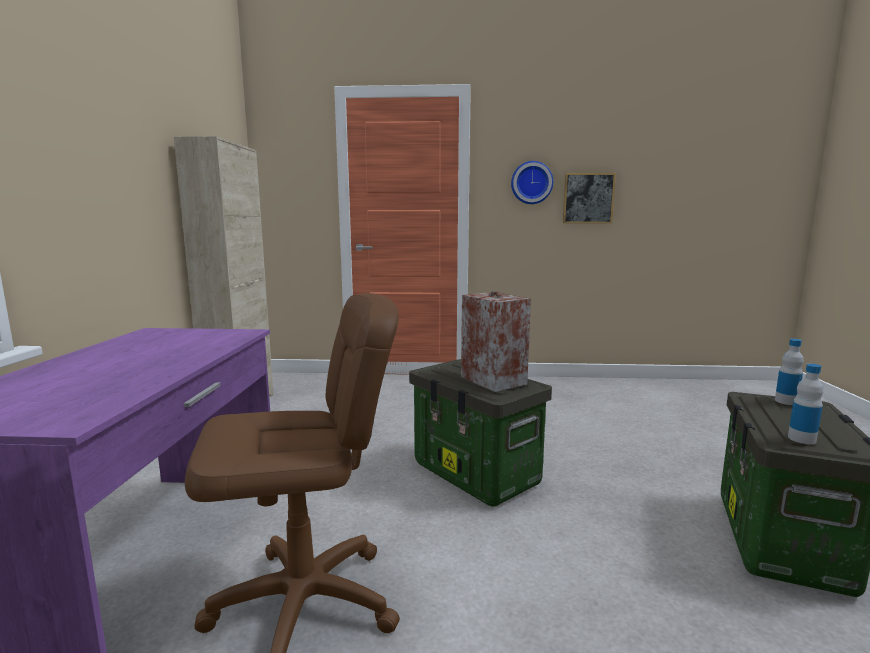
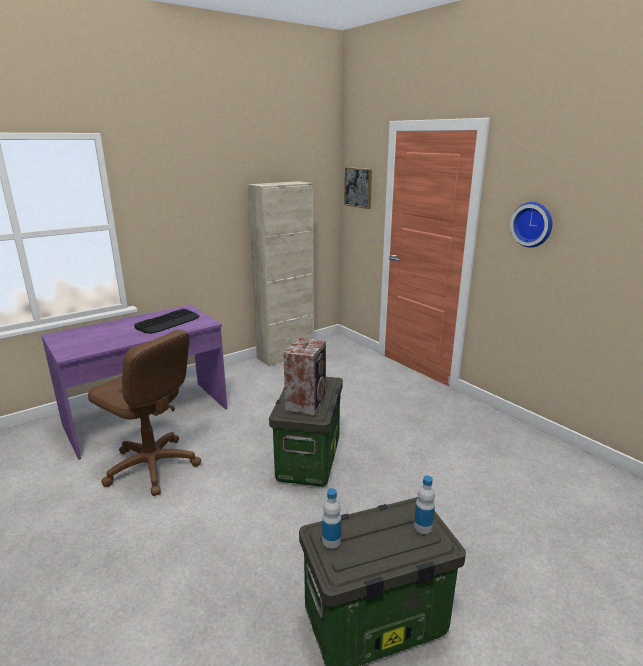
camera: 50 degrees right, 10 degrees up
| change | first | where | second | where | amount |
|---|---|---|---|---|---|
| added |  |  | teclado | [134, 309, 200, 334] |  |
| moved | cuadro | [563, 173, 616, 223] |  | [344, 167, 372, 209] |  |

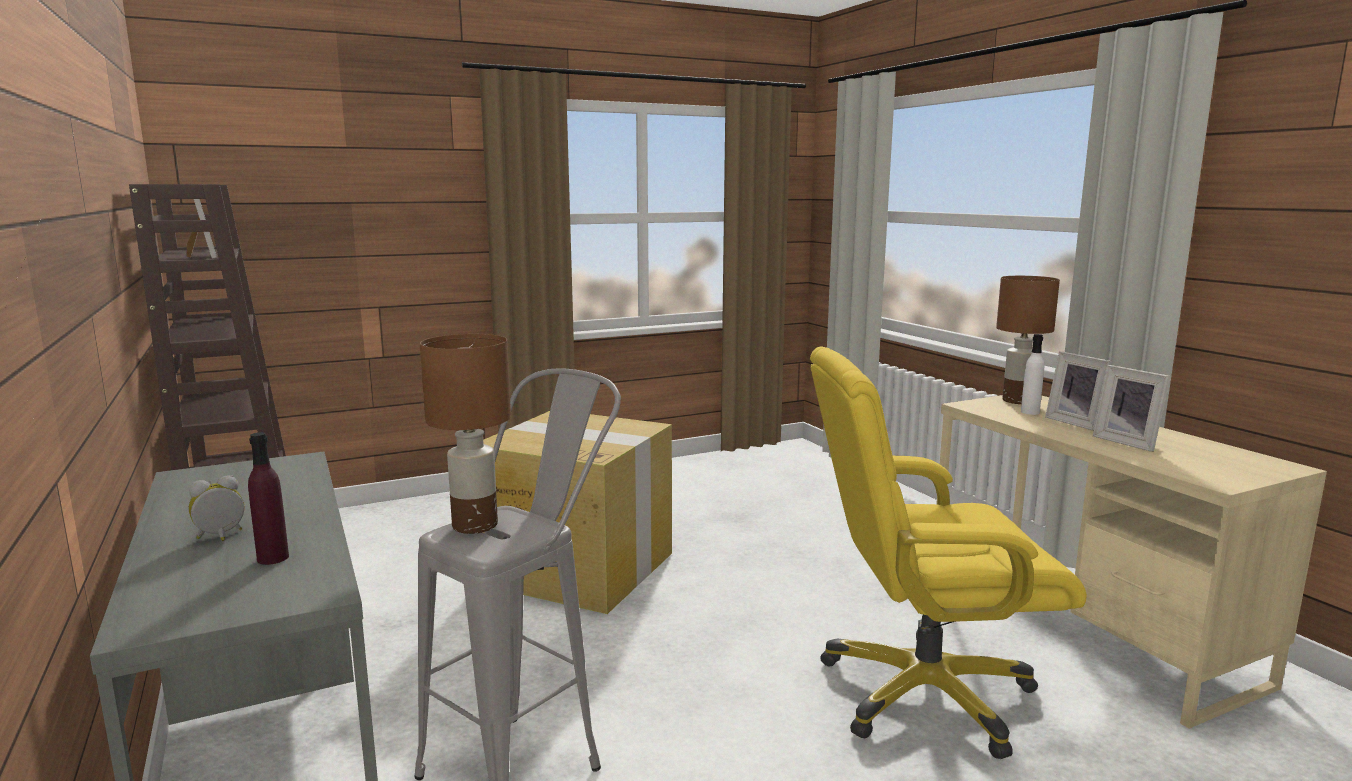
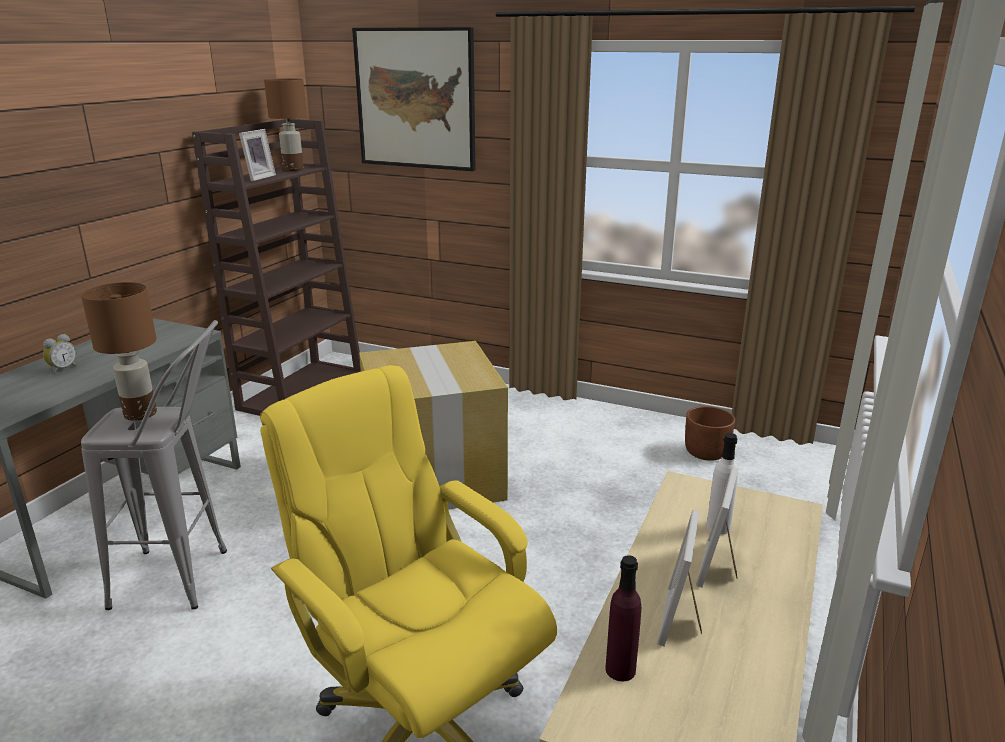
camera: 50 degrees right, 10 degrees up
| change | first | where | second | where | amount |
|---|---|---|---|---|---|
| turned | despertador | [189, 475, 244, 541] |  | [43, 334, 77, 374] | 105 degrees clockwise |
| moved | lámpara de mesa/marrón | [996, 276, 1060, 404] |  | [264, 78, 307, 171] |  |
| added |  |  | cuadro | [352, 27, 476, 171] |  |
| moved | botella/morado | [248, 432, 289, 565] |  | [605, 555, 641, 681] |  |
| added |  |  | maceta/marrón | [685, 406, 735, 461] |  |

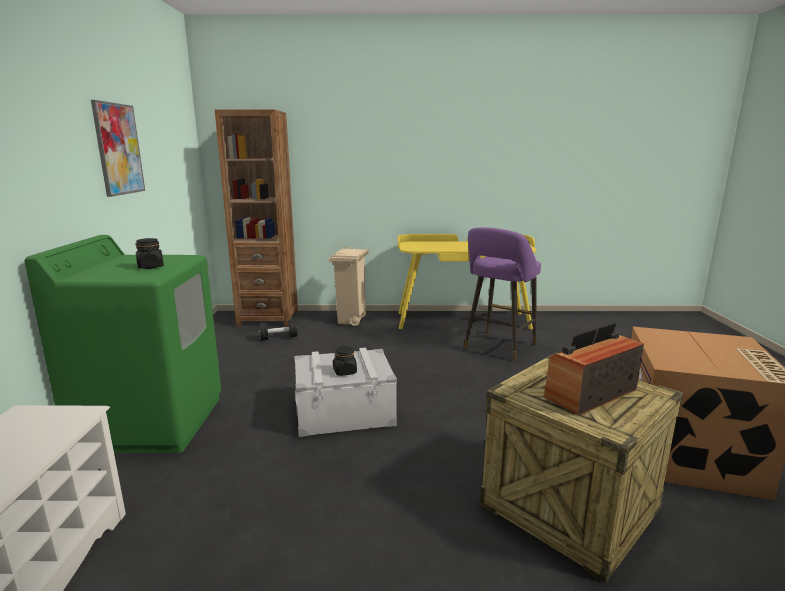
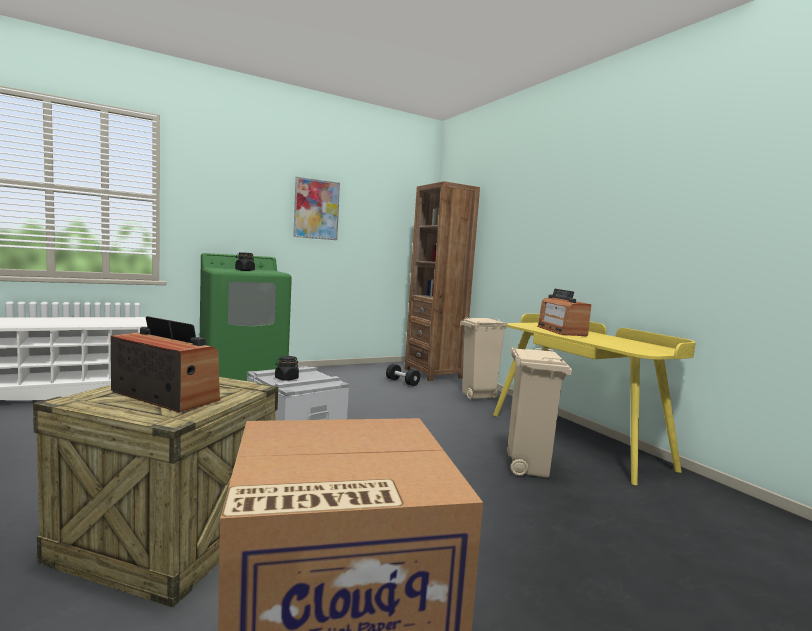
camera: 60 degrees right, 10 degrees down
| change | first | where | second | where | amount |
|---|---|---|---|---|---|
| replaced | taburete/morado | [464, 227, 541, 361] | papelera/beis | [507, 346, 572, 478] |  |
| added |  |  | radio | [537, 289, 592, 336] |  |

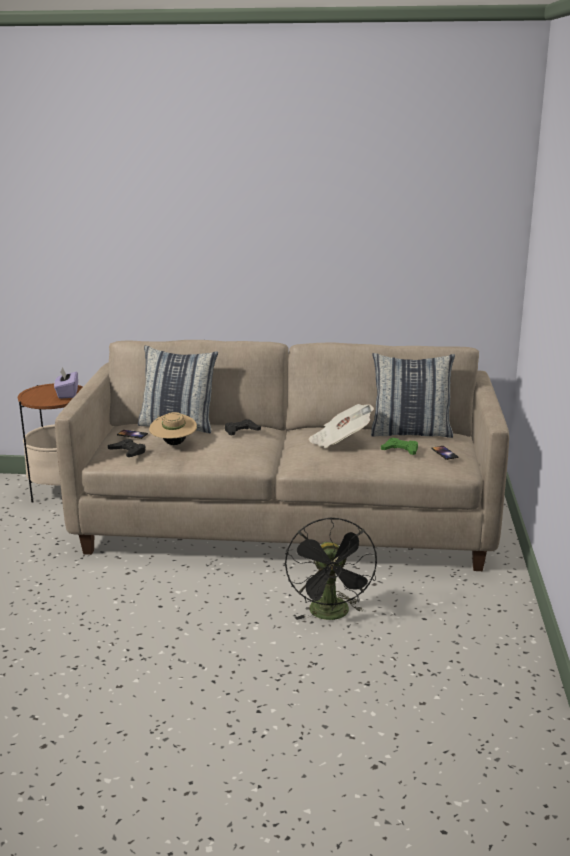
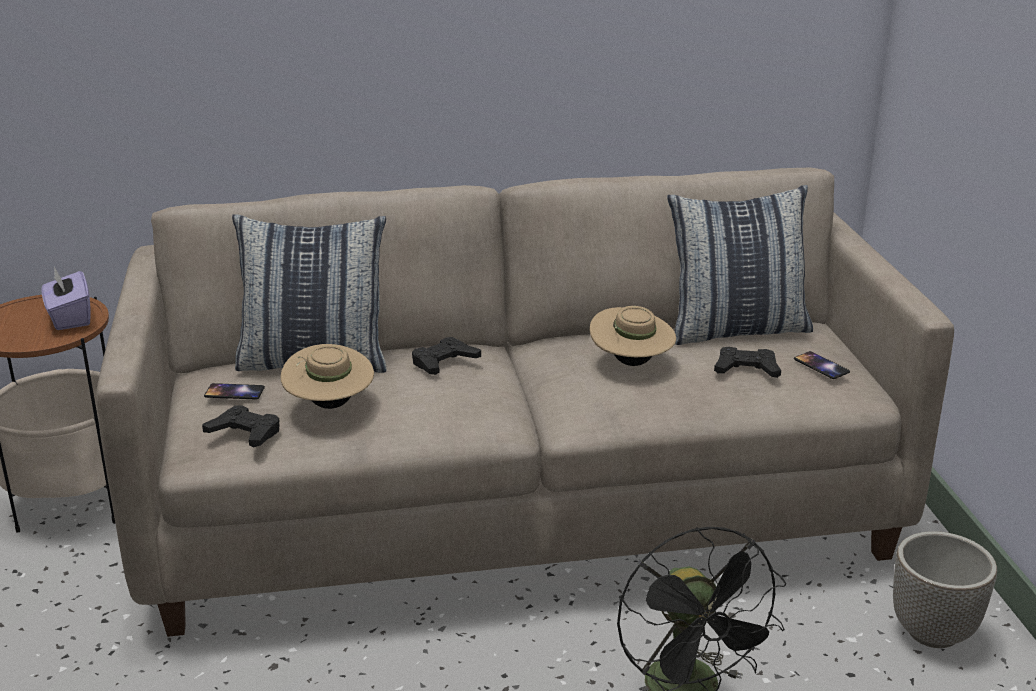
camera: 15 degrees left, 5 degrees up
| change | first | where | second | where | amount |
|---|---|---|---|---|---|
| replaced | periódico | [308, 404, 374, 448] | sombrero/beis | [590, 306, 676, 366] |  |
| recoloured | mando de consola/verde | [381, 438, 418, 455] | mando de consola/negro | [714, 347, 781, 378] |  |
| added |  |  | maceta | [893, 531, 997, 648] |  |

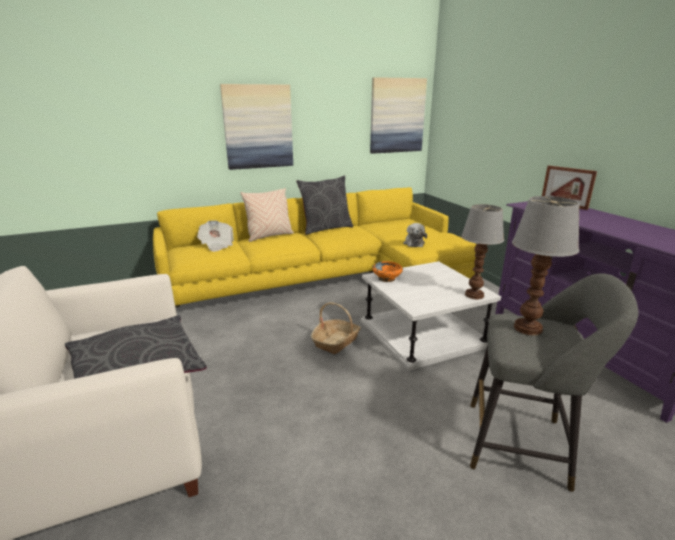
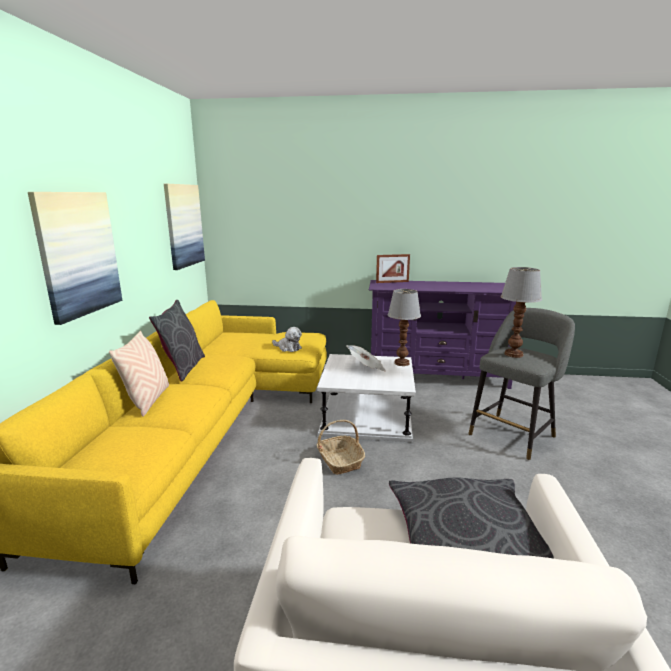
camera: 60 degrees left, 5 degrees down
| change | first | where | second | where | amount |
|---|---|---|---|---|---|
| moved | periódico | [197, 220, 234, 252] |  | [346, 345, 386, 372] |  |
| removed | cuenco/naranja | [372, 261, 403, 282] |  |  |  |

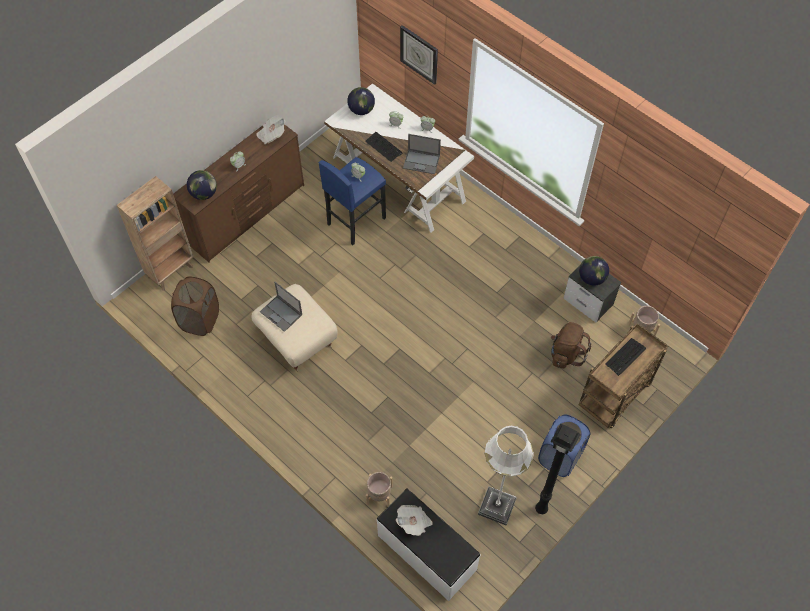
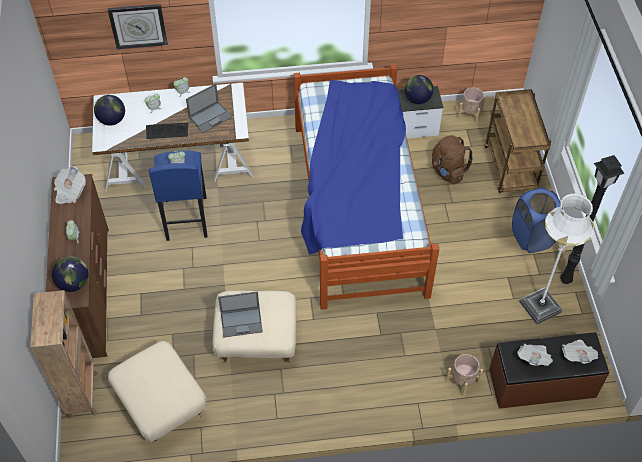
camera: 50 degrees left, 5 degrees down
| change | first | where | second | where | amount |
|---|---|---|---|---|---|
| replaced | cesto de la ropa/marrón | [171, 276, 219, 336] | puf/beis | [108, 341, 206, 444] |  |
| added |  |  | cama | [294, 64, 439, 310] |  |
| recoloured | banco/blanco | [377, 489, 481, 601] | banco/marrón | [489, 332, 609, 409] |  |
| added |  |  | periódico | [562, 340, 598, 364] |  |
| removed | teclado | [605, 338, 646, 376] |  |  |  |

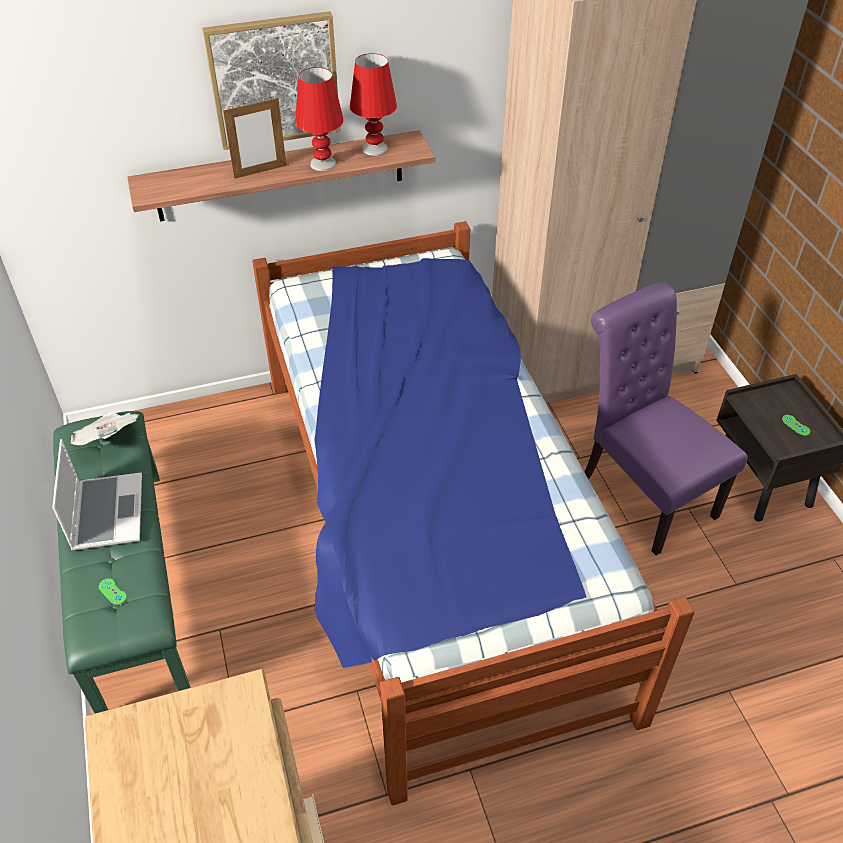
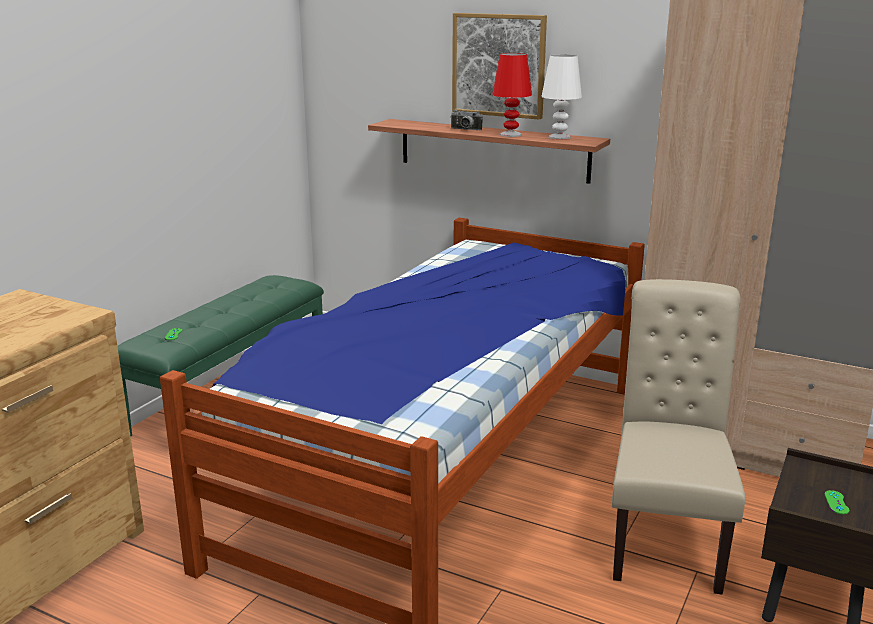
camera: 45 degrees right, 25 degrees down
| change | first | where | second | where | amount |
|---|---|---|---|---|---|
| replaced | portarretratos | [223, 98, 286, 179] | cámara | [450, 110, 483, 130] |  |
| recoloured | lámpara de mesa/rojo | [350, 53, 397, 156] | lámpara de mesa/blanco | [542, 54, 582, 139] |  |
| recoloured | silla/morado | [585, 282, 748, 555] | silla/beis | [612, 279, 745, 595] |  |
| removed | portátil | [52, 439, 142, 551] |  |  |  |
| removed | periódico | [70, 412, 139, 445] |  |  |  |

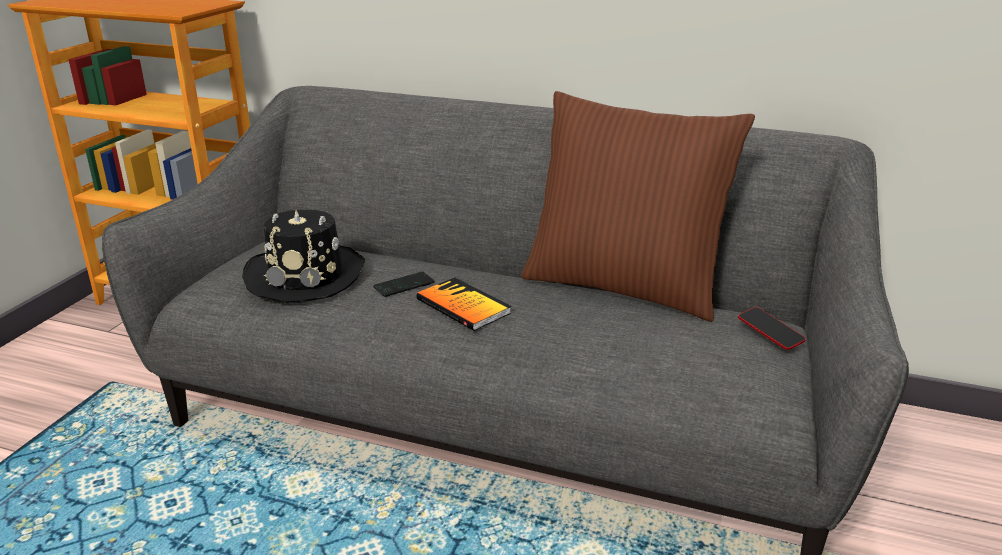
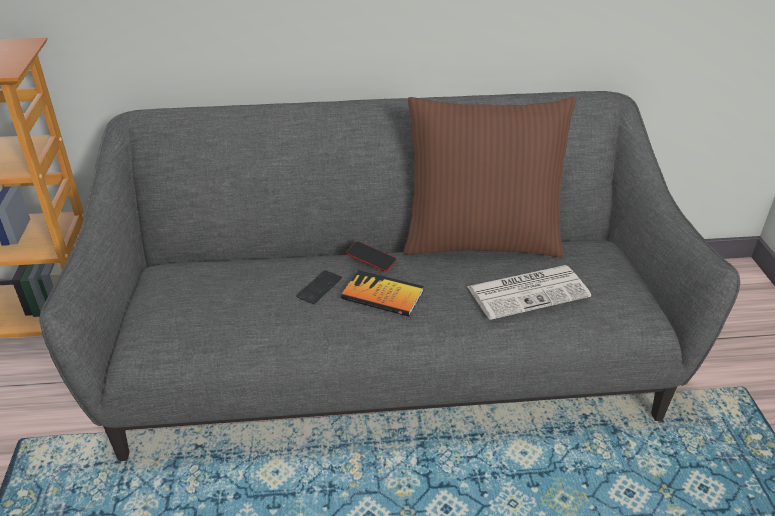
camera: 25 degrees left, 10 degrees up
| change | first | where | second | where | amount |
|---|---|---|---|---|---|
| moved | móvil | [738, 307, 806, 350] |  | [346, 241, 396, 272] |  |
| added |  |  | periódico | [467, 265, 591, 320] |  |
| removed | sombrero/negro | [242, 210, 365, 303] |  |  |  |

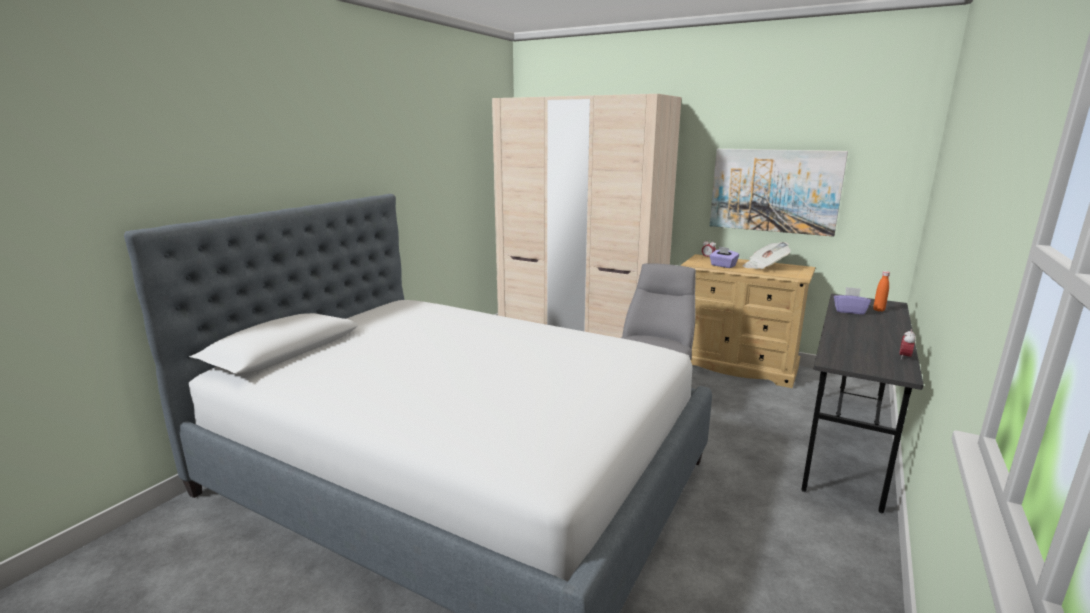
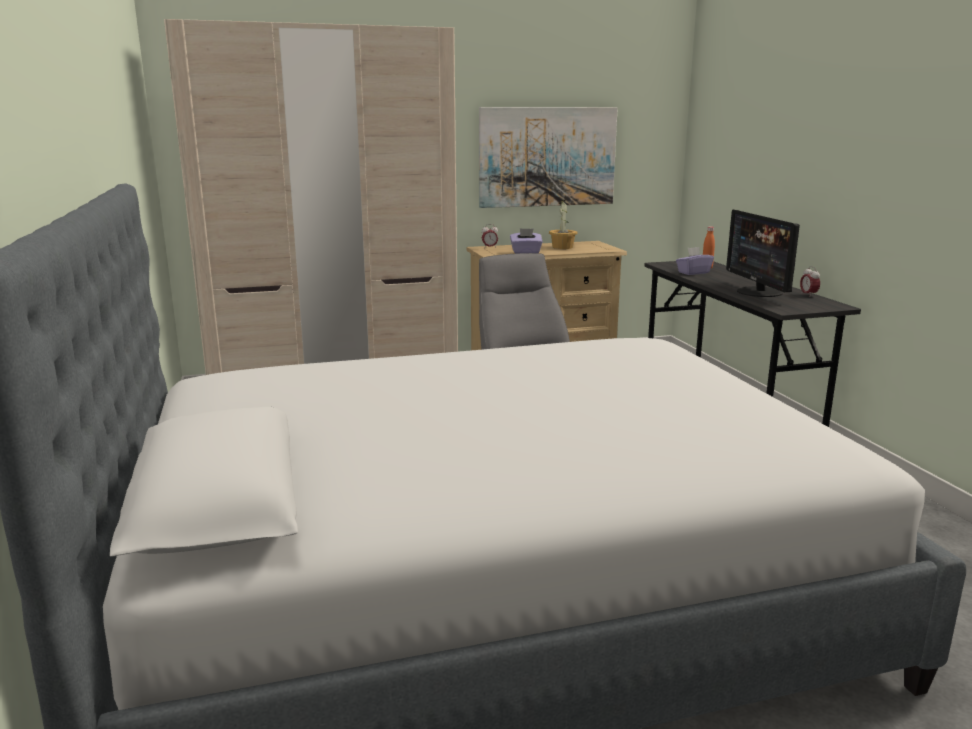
camera: 45 degrees left, 0 degrees up
| change | first | where | second | where | amount |
|---|---|---|---|---|---|
| replaced | periódico | [742, 242, 791, 269] | planta en maceta | [549, 200, 578, 249] |  |
| added |  |  | monitor | [726, 210, 800, 297] |  |

